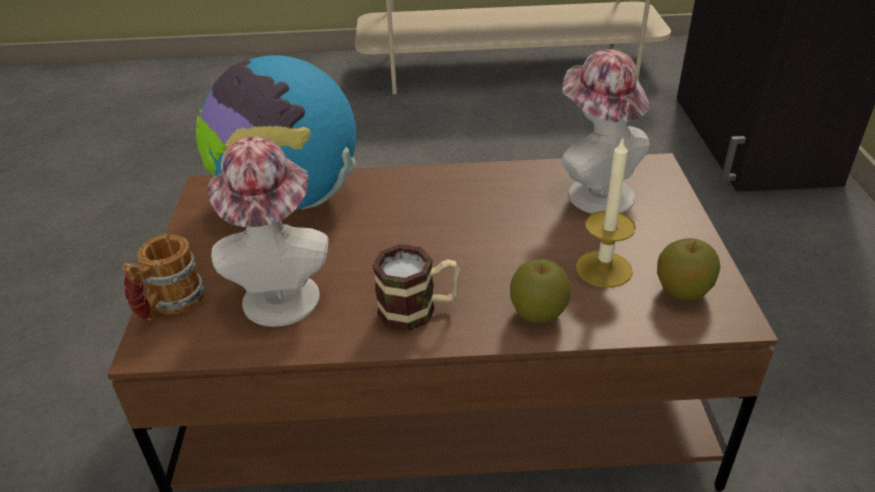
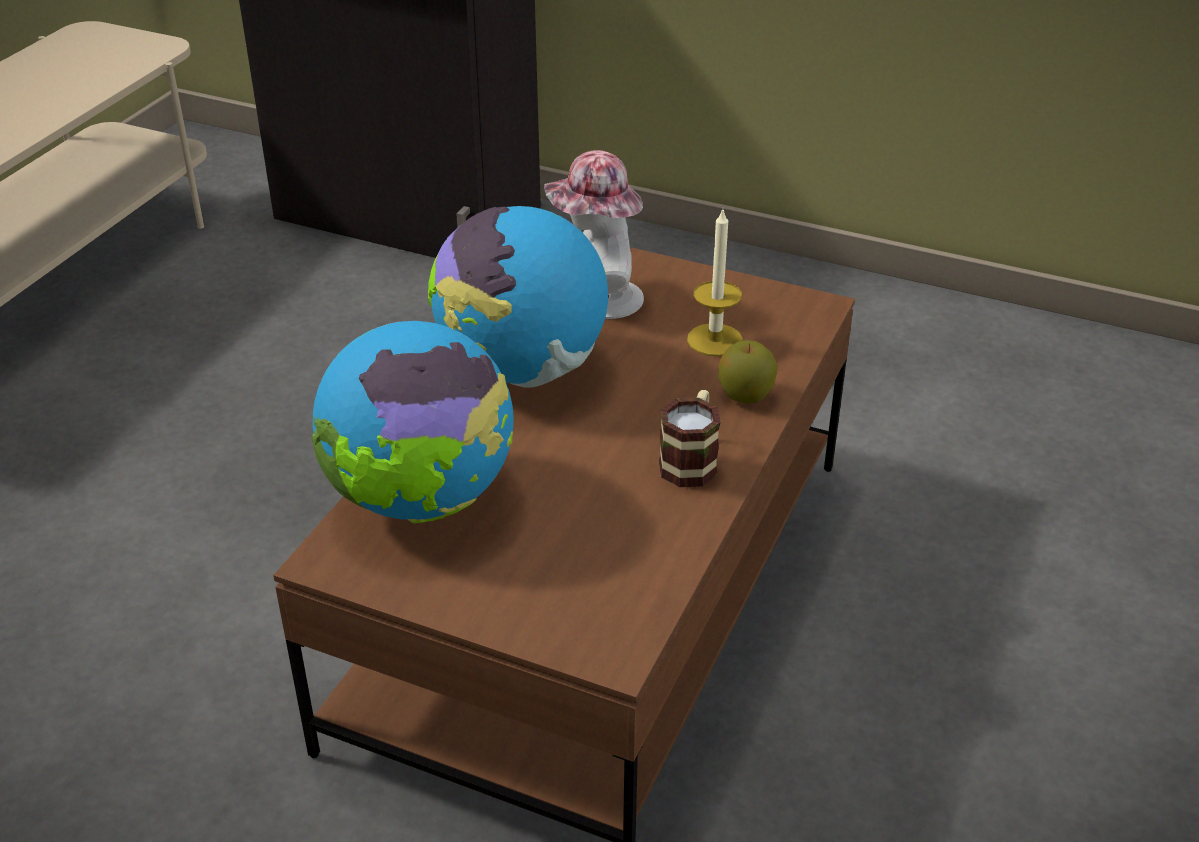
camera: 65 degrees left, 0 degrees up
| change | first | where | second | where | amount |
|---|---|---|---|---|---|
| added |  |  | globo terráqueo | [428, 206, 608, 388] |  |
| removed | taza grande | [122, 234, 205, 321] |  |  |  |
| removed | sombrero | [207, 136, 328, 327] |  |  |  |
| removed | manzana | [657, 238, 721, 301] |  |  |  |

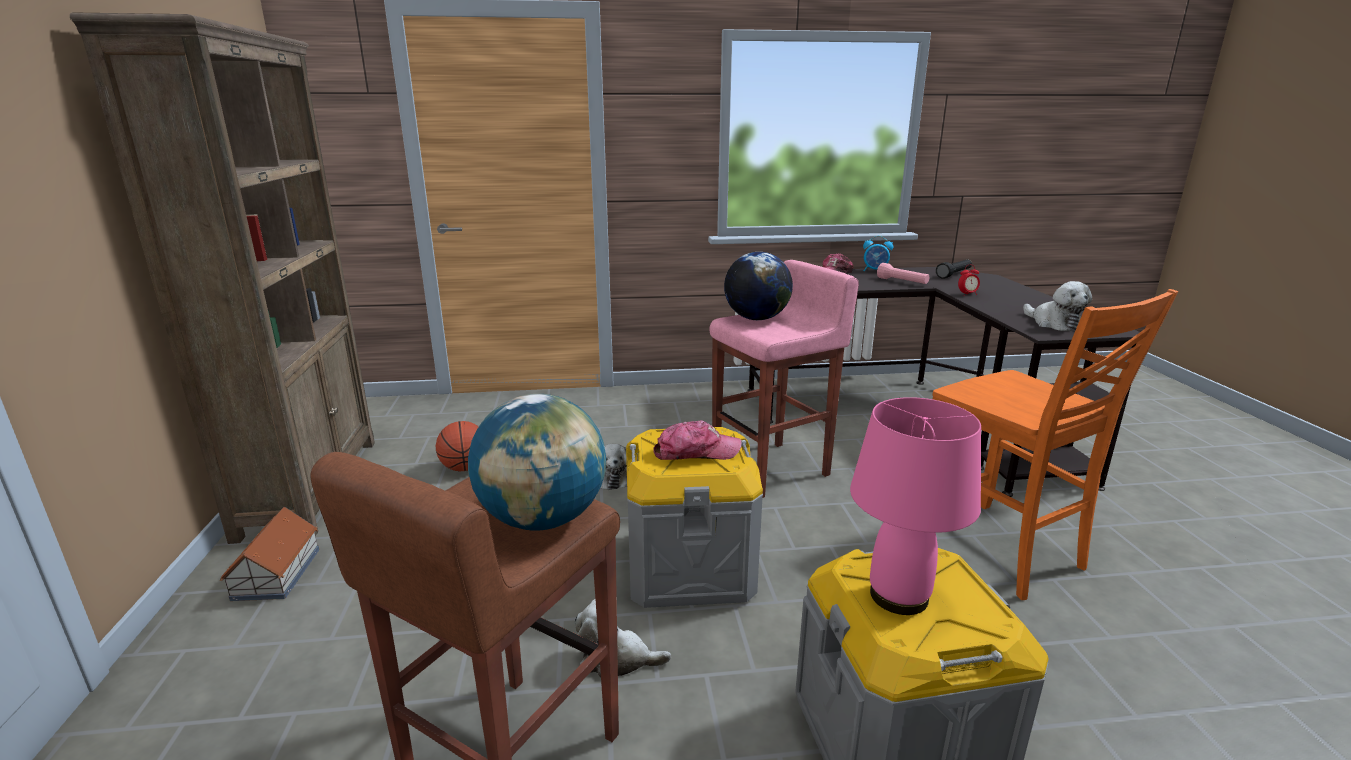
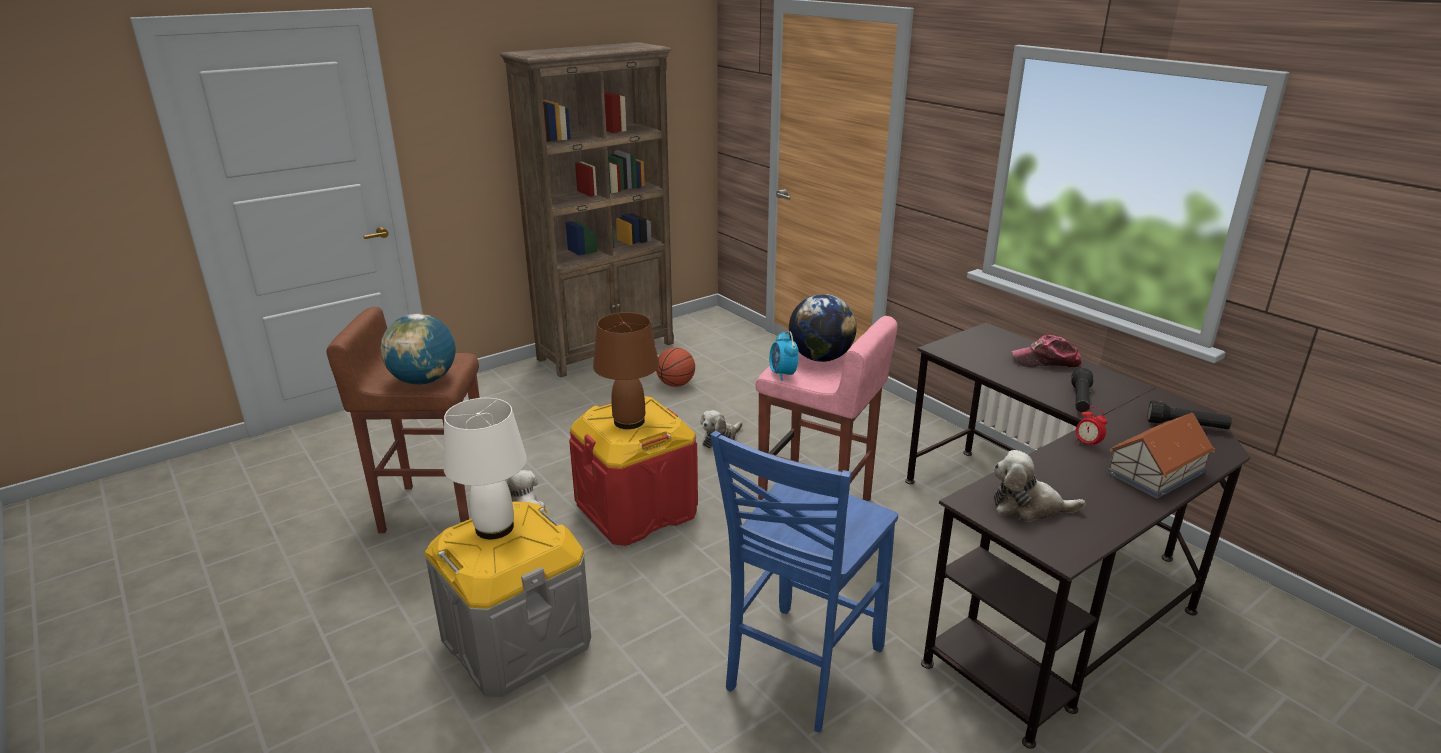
camera: 60 degrees right, 5 degrees up
| change | first | where | second | where | amount |
|---|---|---|---|---|---|
| recoloured | lámpara de mesa/rosa | [850, 397, 981, 615] | lámpara de mesa/blanco | [443, 398, 527, 539] |  |
| recoloured | caja de almacenaje/gris | [626, 427, 763, 608] | caja de almacenaje/rojo | [569, 396, 698, 546] |  |
| replaced | gorra | [653, 420, 742, 460] | lámpara de mesa/marrón | [593, 312, 659, 429] |  |
| recoloured | silla/naranja | [932, 289, 1178, 600] | silla/azul | [710, 431, 898, 733] |  |
| moved | despertador | [863, 236, 893, 271] |  | [769, 331, 799, 381] |  |
| turned | peluche | [1023, 281, 1092, 331] |  | [993, 450, 1086, 522] | 60 degrees clockwise |
| recoloured | linterna/rosa | [877, 263, 929, 284] | linterna/negro | [1071, 368, 1093, 412] |  |
| moved | casita | [220, 507, 319, 601] |  | [1107, 413, 1215, 499] |  |

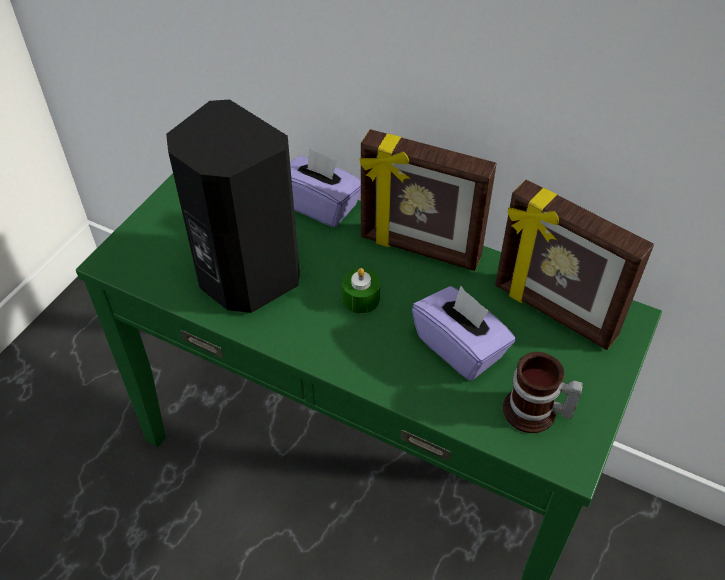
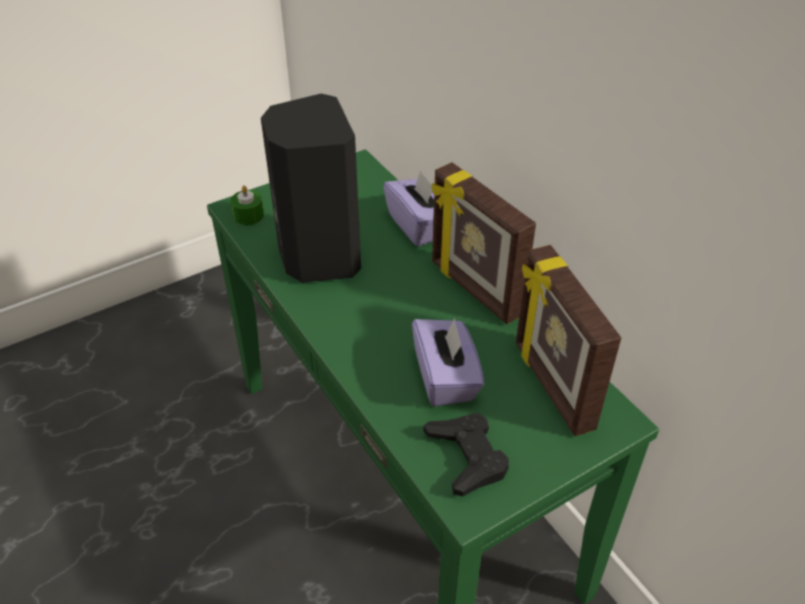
camera: 30 degrees right, 5 degrees down
| change | first | where | second | where | amount |
|---|---|---|---|---|---|
| moved | vela/verde | [342, 268, 380, 314] |  | [230, 185, 264, 225] |  |
| replaced | taza grande | [503, 352, 583, 433] | mando de consola/negro | [424, 413, 509, 496] |  |

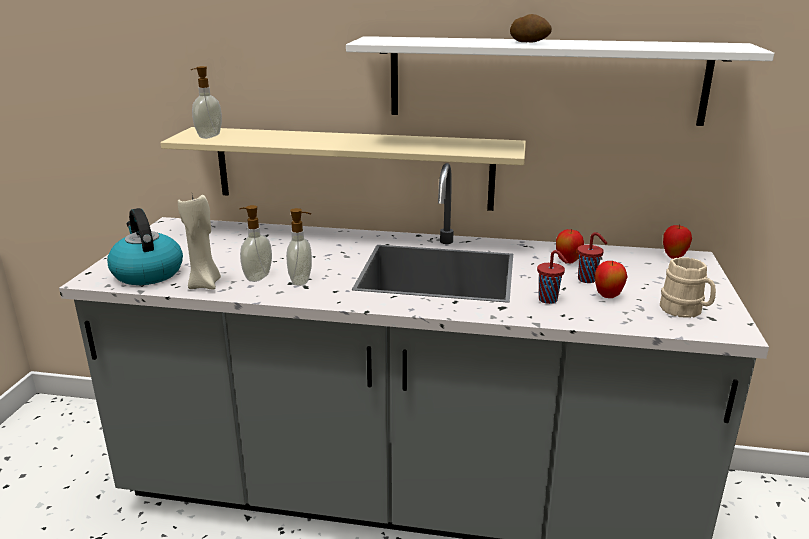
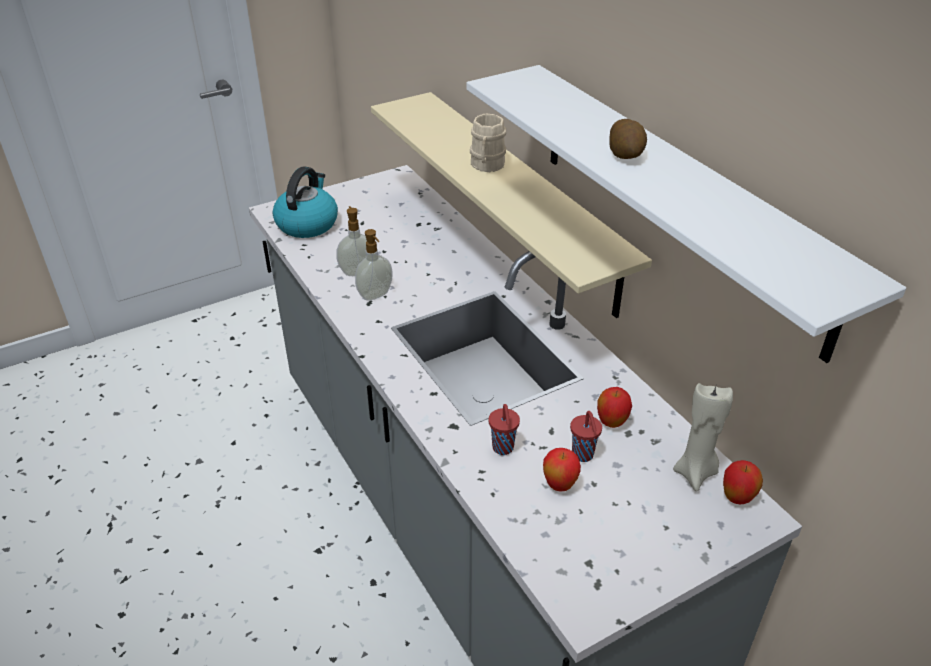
camera: 50 degrees right, 15 degrees up
| change | first | where | second | where | amount |
|---|---|---|---|---|---|
| moved | taza grande/beis | [660, 257, 716, 318] |  | [470, 113, 506, 173] |  |
| moved | vela/beis | [178, 195, 221, 289] |  | [673, 383, 733, 492] |  |
| removed | dispensador de jabón | [191, 66, 222, 139] |  |  |  |

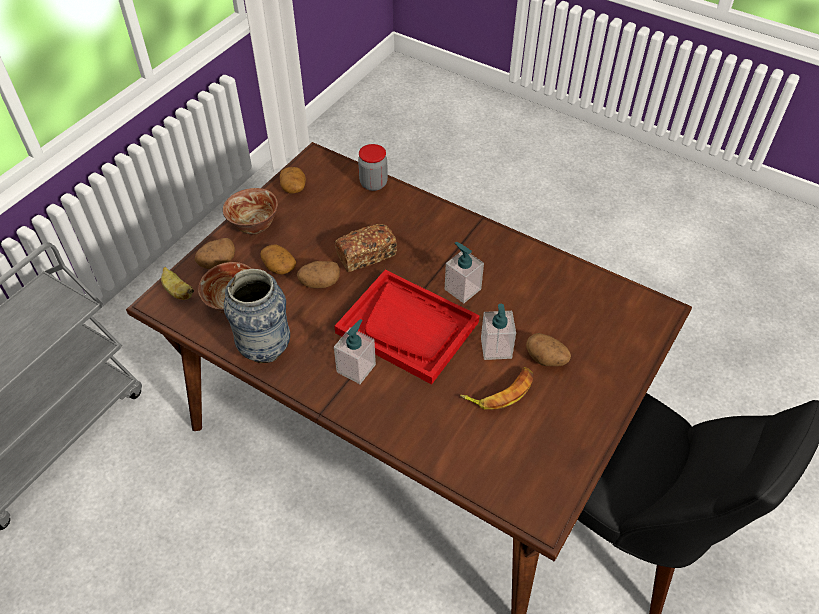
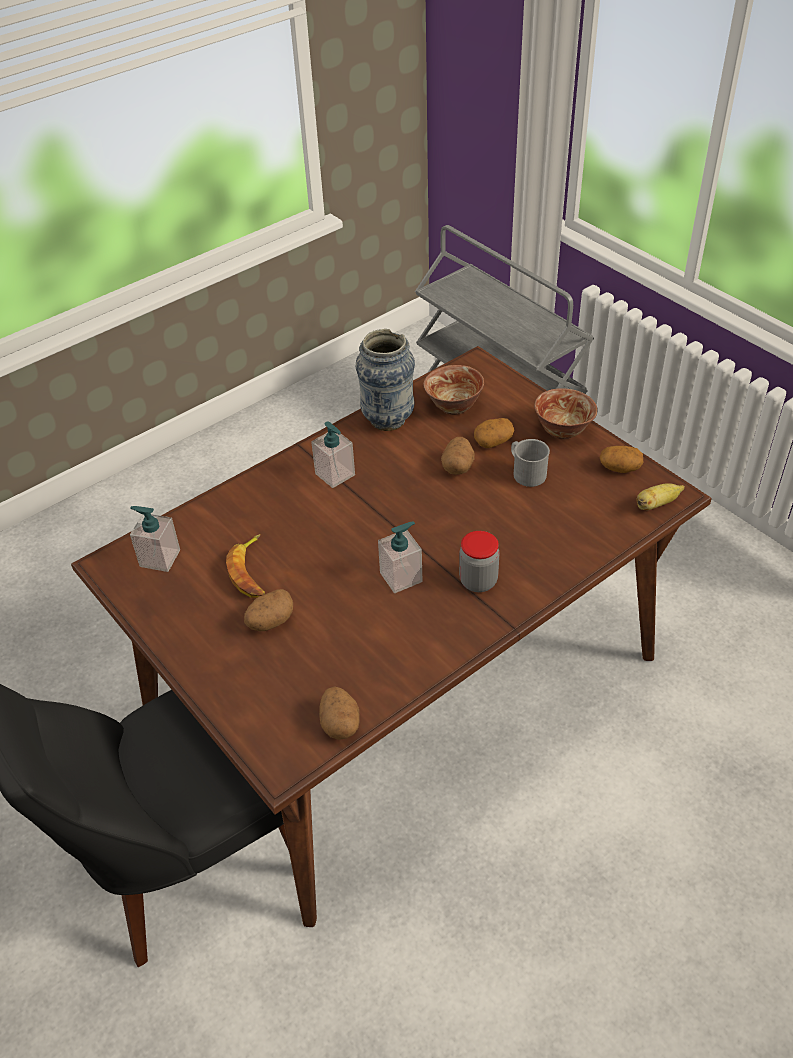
camera: 110 degrees right, 5 degrees down
| change | first | where | second | where | amount |
|---|---|---|---|---|---|
| moved | dispensador de jabón | [481, 304, 516, 360] |  | [130, 506, 180, 572] |  |
| moved | patata | [195, 238, 235, 269] |  | [319, 686, 360, 740] |  |
| moved | tarro | [358, 144, 388, 191] |  | [459, 531, 499, 592] |  |
| added |  |  | taza grande/gris | [511, 439, 550, 487] |  |
| moved | plátano | [161, 267, 194, 300] |  | [636, 483, 685, 510] |  |
| removed | bandeja/rojo | [334, 270, 479, 385] |  |  |  |
| removed | pan | [335, 224, 397, 272] |  |  |  |

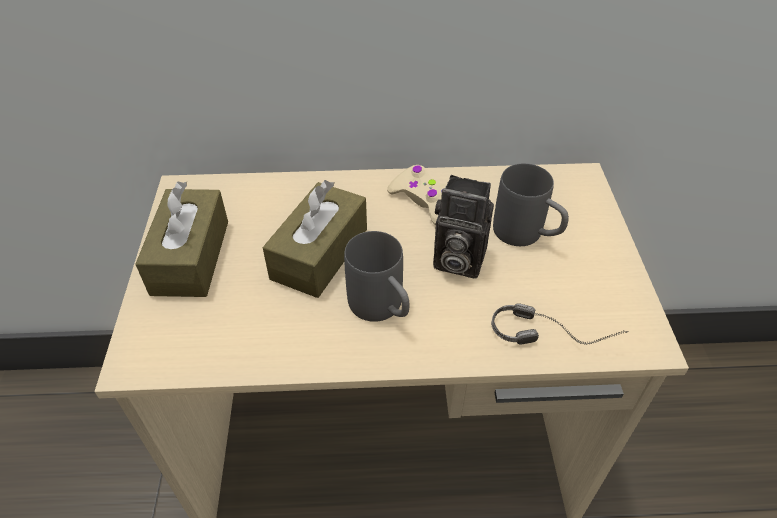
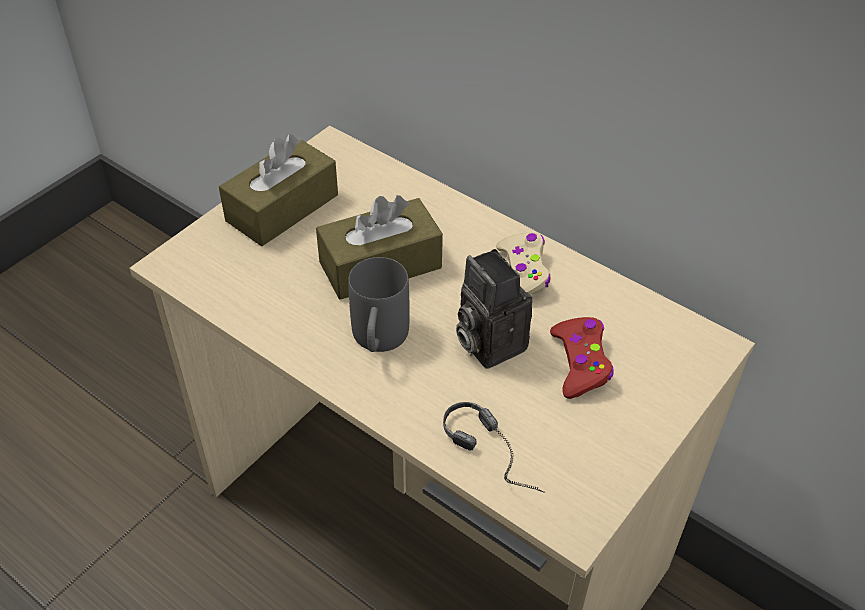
camera: 40 degrees right, 0 degrees up
| change | first | where | second | where | amount |
|---|---|---|---|---|---|
| replaced | taza grande/gris | [493, 163, 569, 246] | mando de consola/rojo | [550, 317, 614, 399] |  |

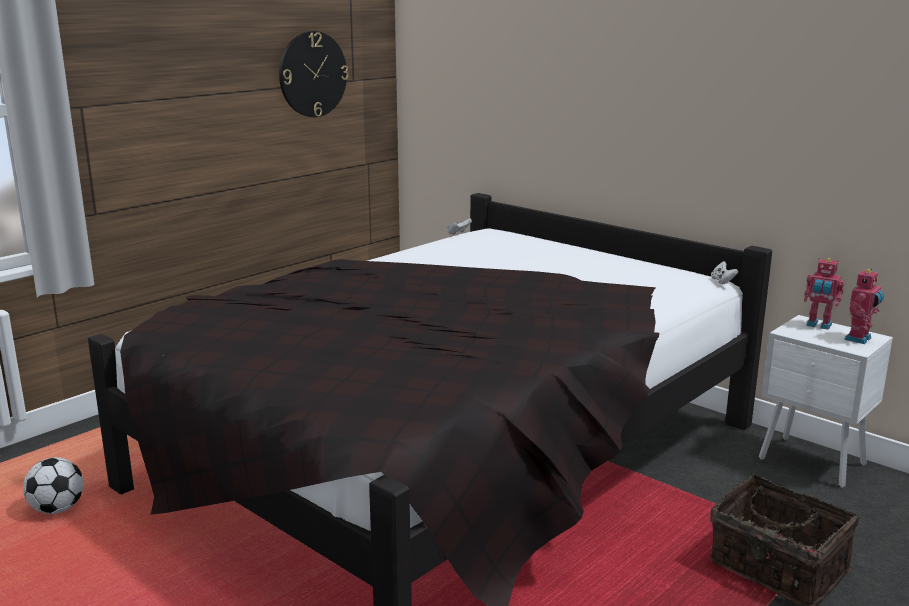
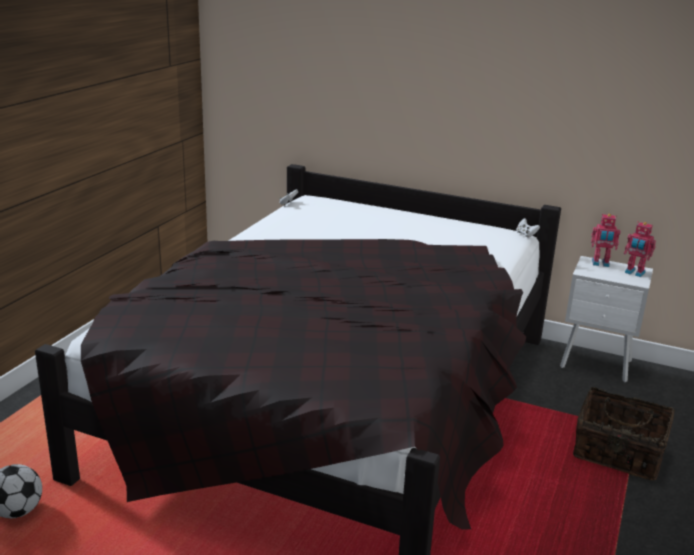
camera: 20 degrees left, 5 degrees up
| change | first | where | second | where | amount |
|---|---|---|---|---|---|
| turned | robot de juguete | [844, 268, 884, 344] |  | [624, 221, 656, 277] | 105 degrees clockwise |
| removed | reloj de pared | [279, 31, 348, 117] |  |  |  |

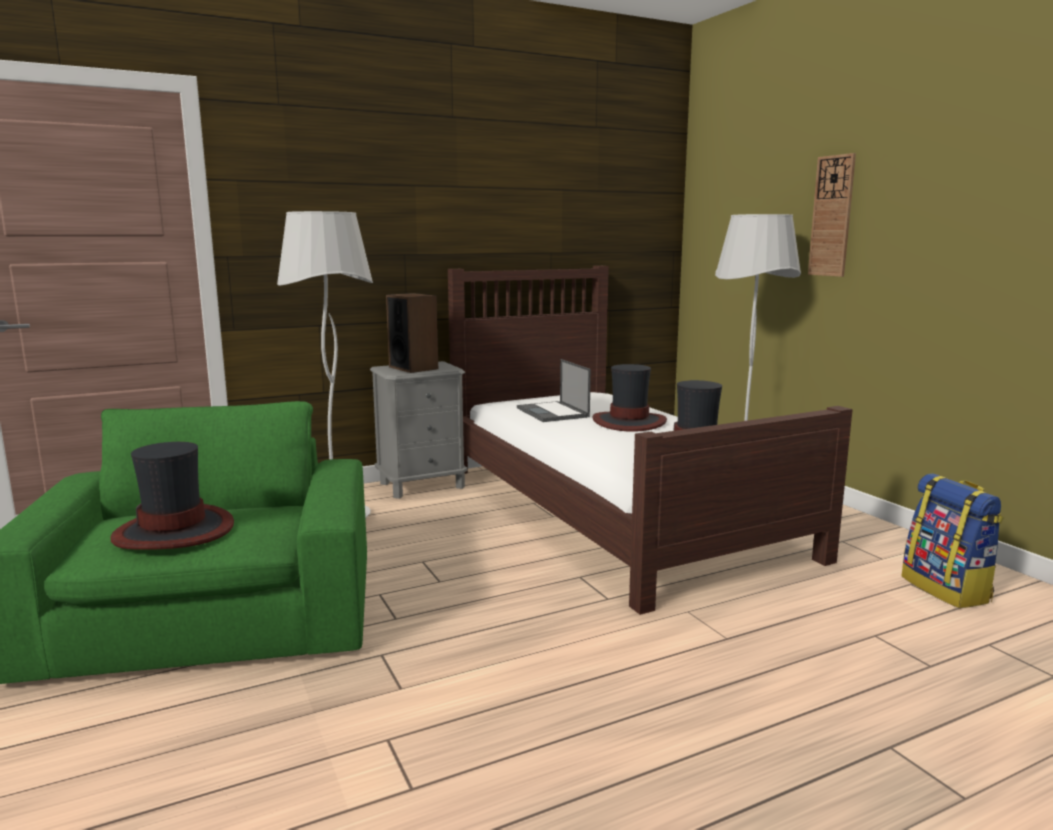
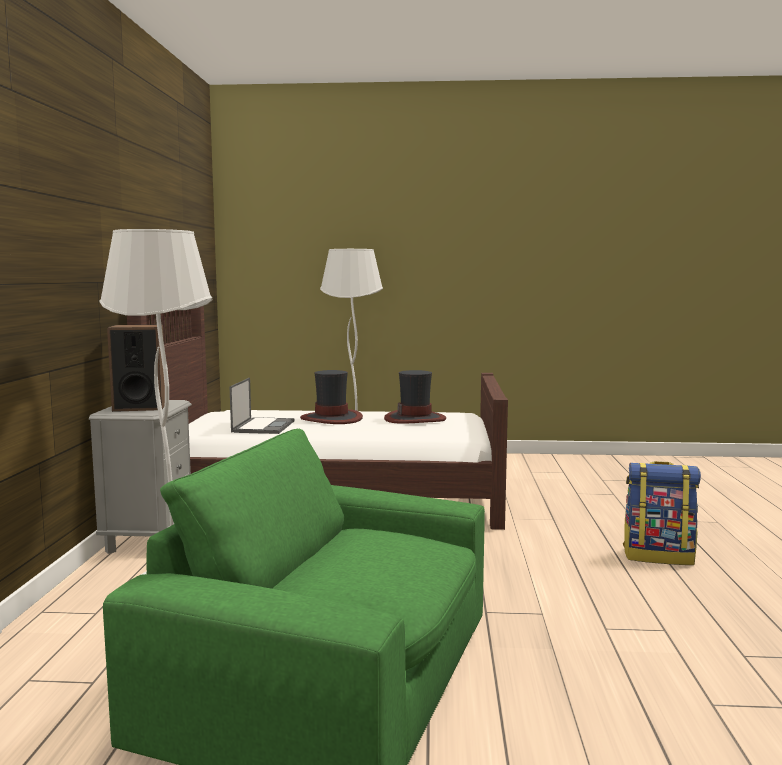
camera: 60 degrees left, 5 degrees down
| change | first | where | second | where | amount |
|---|---|---|---|---|---|
| turned | portátil | [517, 359, 591, 422] |  | [230, 378, 295, 434] | 90 degrees counterclockwise |
| moved | mochila | [902, 473, 1004, 608] |  | [623, 461, 701, 565] |  |
| removed | sombrero | [111, 442, 234, 550] |  |  |  |
| removed | reloj de pared | [808, 153, 856, 277] |  |  |  |

